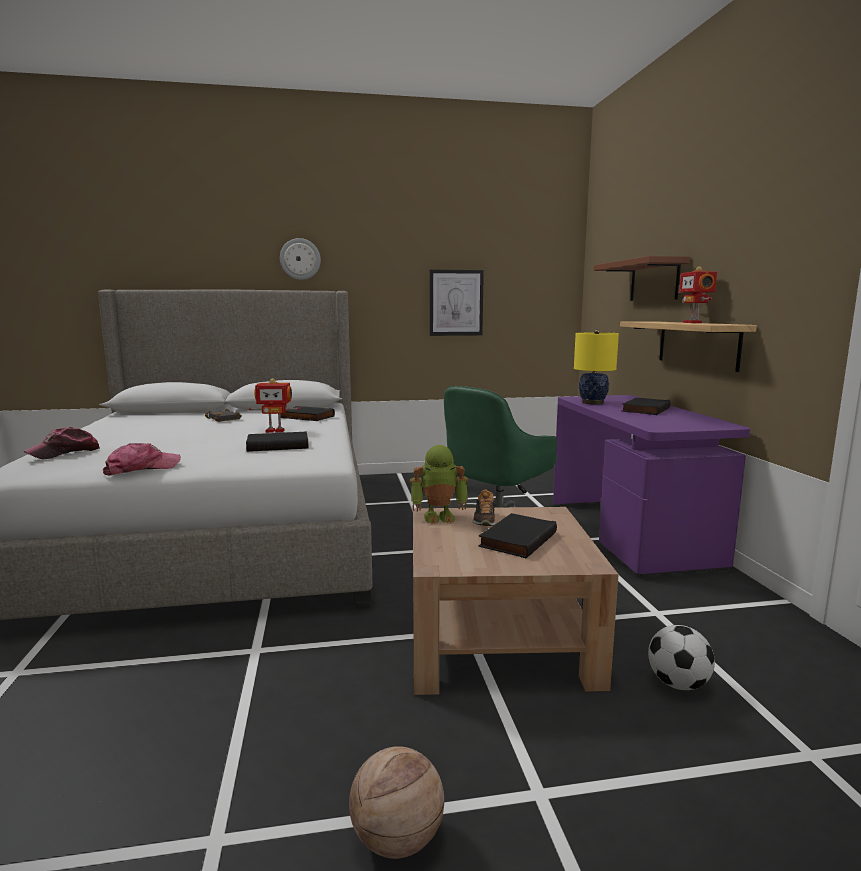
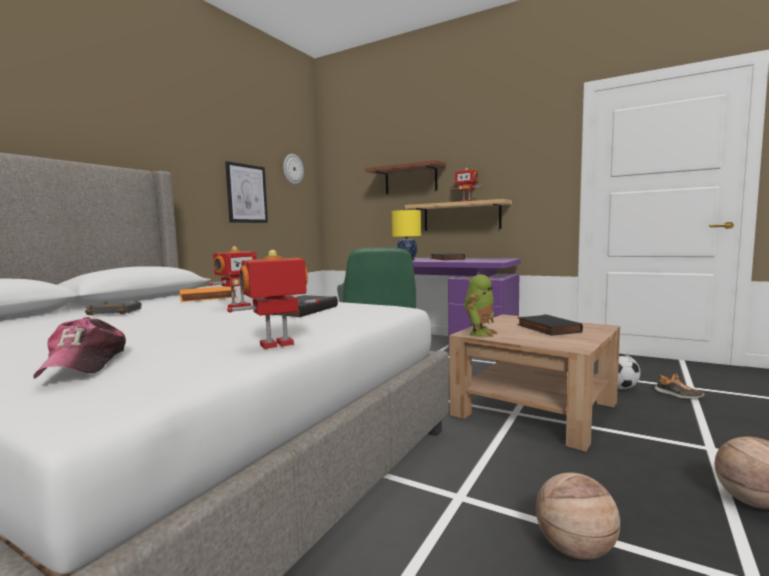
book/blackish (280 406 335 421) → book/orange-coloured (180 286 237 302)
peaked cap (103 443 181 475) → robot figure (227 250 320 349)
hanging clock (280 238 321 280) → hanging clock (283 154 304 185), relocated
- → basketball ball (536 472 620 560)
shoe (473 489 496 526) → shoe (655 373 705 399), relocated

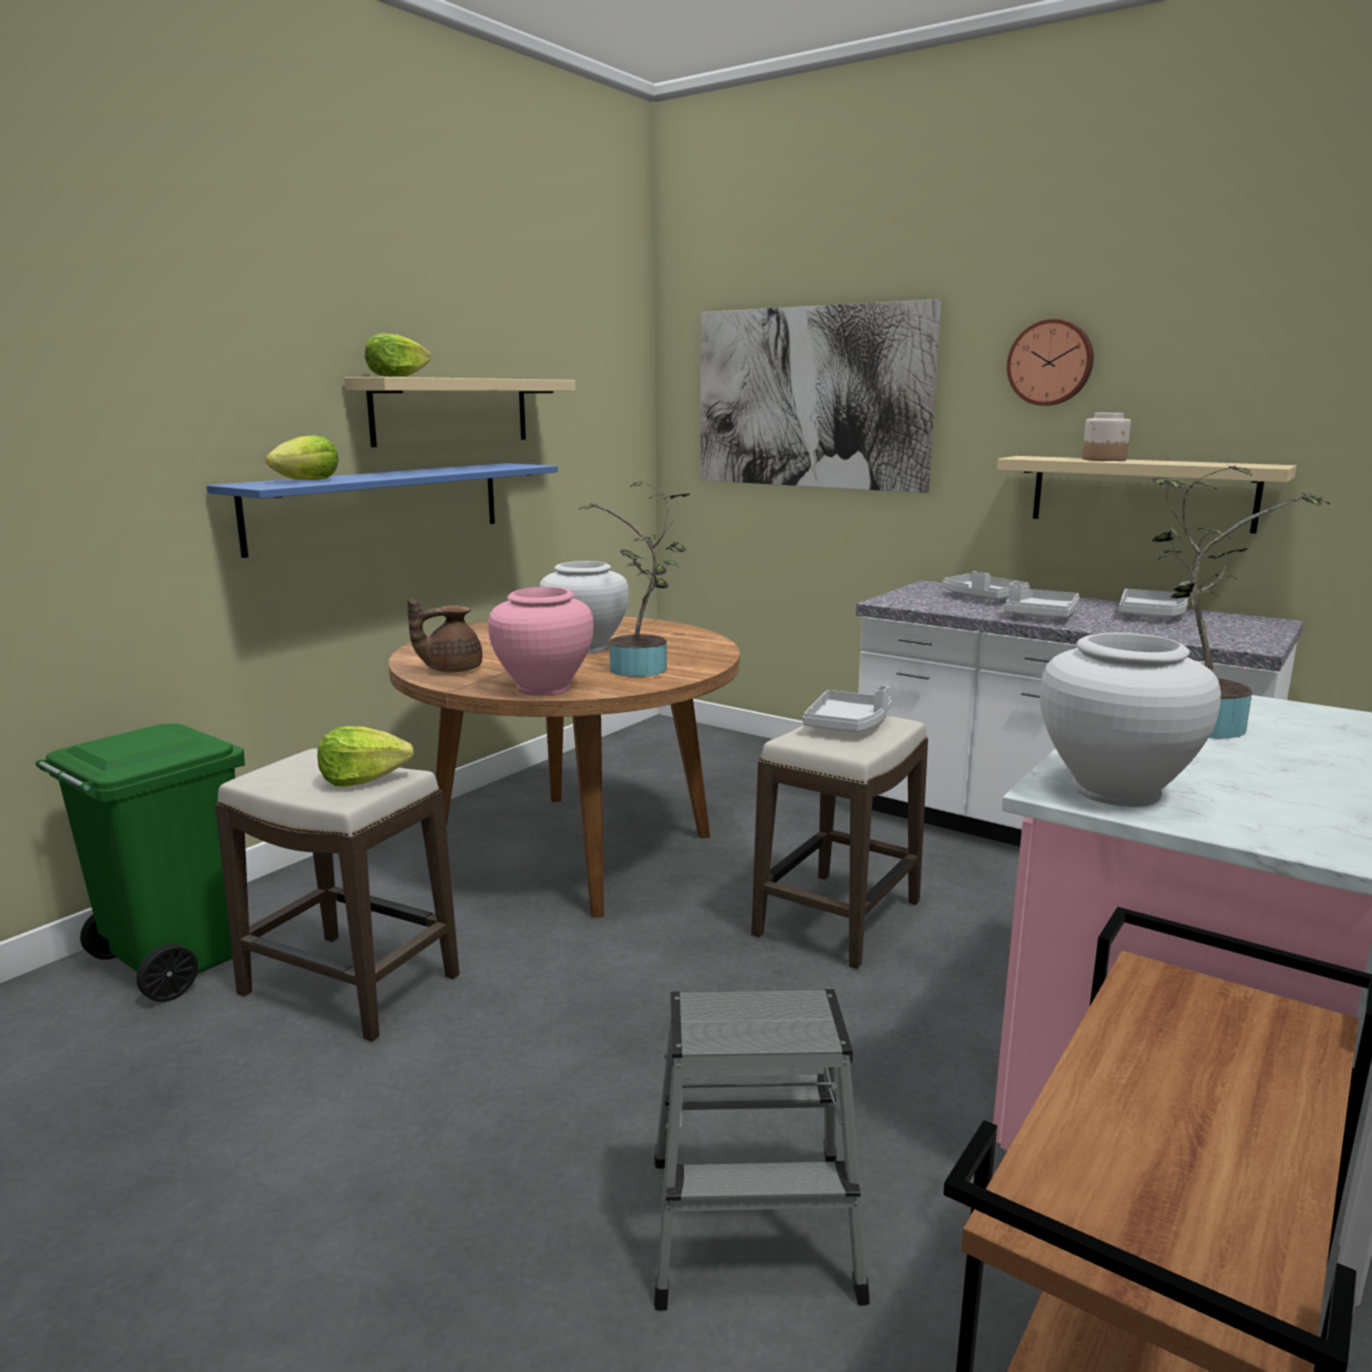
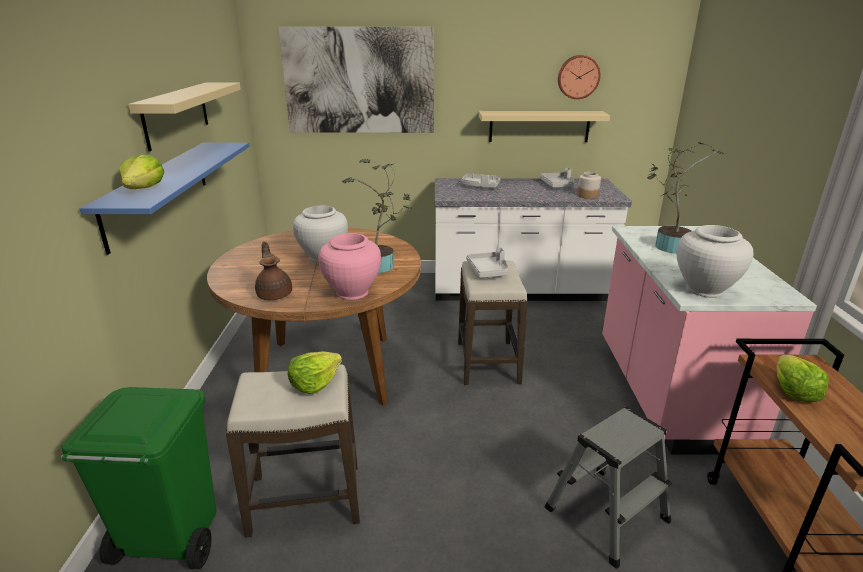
pot for tea/brownish (407 599 483 672) → pot for tea/brownish (255 242 292 300), 135 degrees clockwise
hanging clock (1007 319 1094 406) → hanging clock (558 55 600 99), relocated
preserve jar (1082 413 1131 461) → preserve jar (577 172 601 199), relocated
head of lettuce (365 333 431 377) → head of lettuce (776 355 829 402), relocated
tray/greyish (1004 582 1080 618) → -

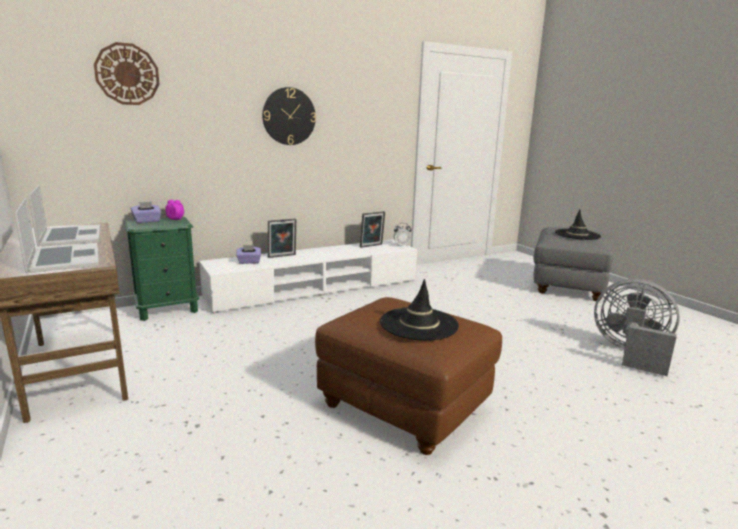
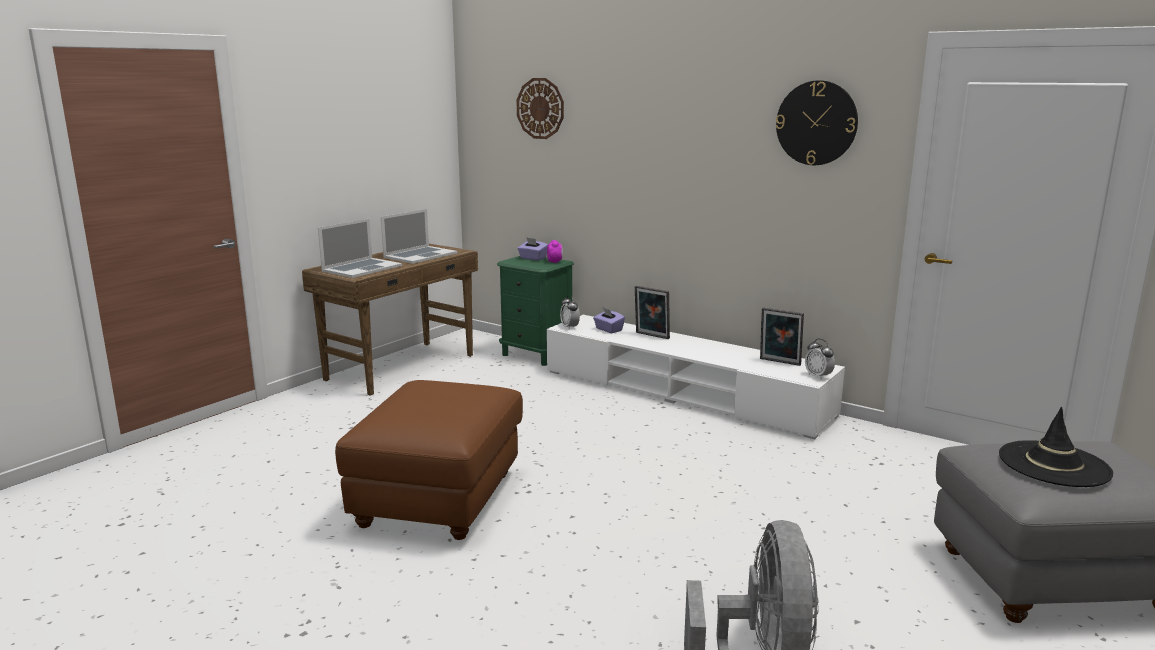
- → table clock (560 295 580 330)
hanging clock (262 87 316 145) → hanging clock (776 80 858 165), relocated
clothing hat/blackish (380 279 459 341) → -

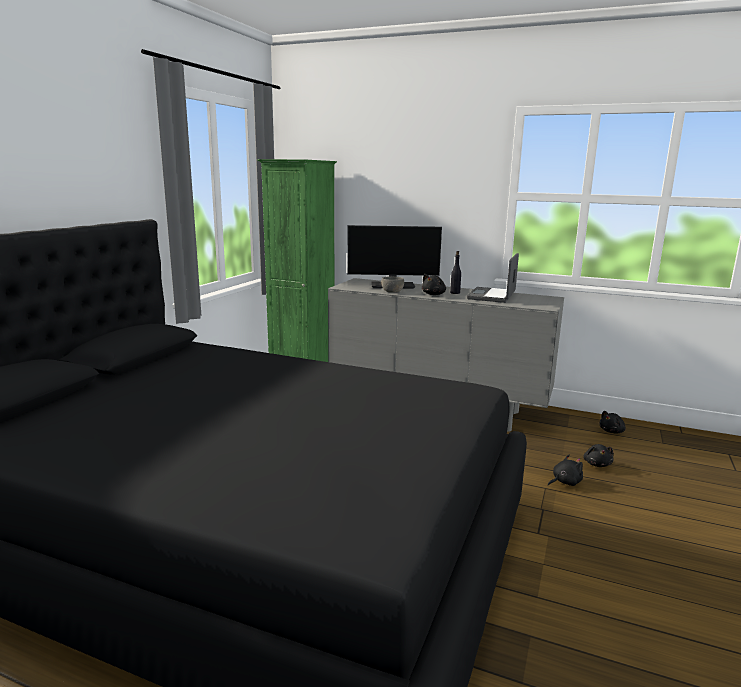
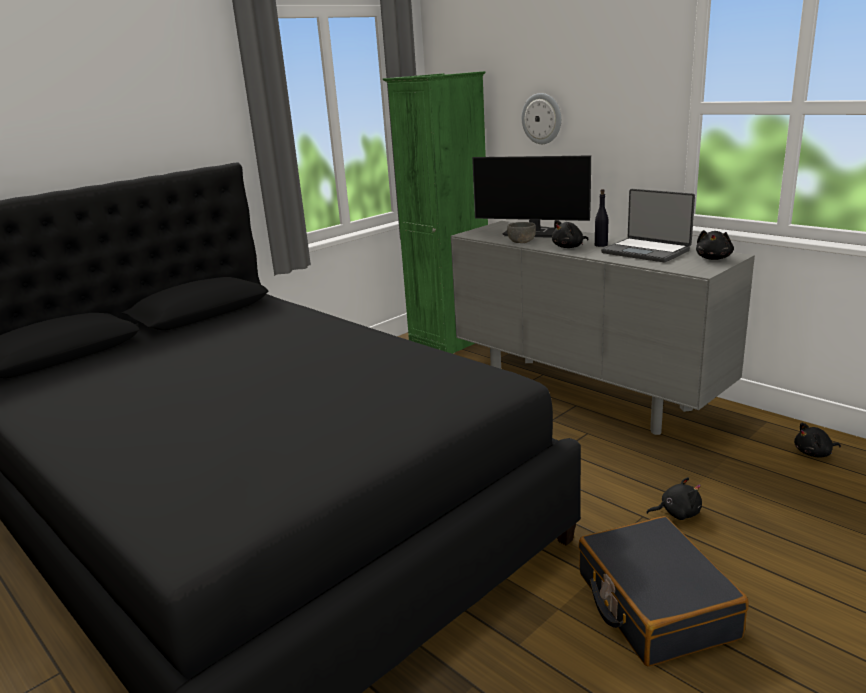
- → hanging clock (522 93 561 144)
- → suitcase/blackish (578 516 749 667)
laptop (467 253 519 303) → laptop (601 189 695 262), 90 degrees counterclockwise
cuddly toy/blackish (583 444 614 467) → cuddly toy/blackish (696 230 734 260), relocated

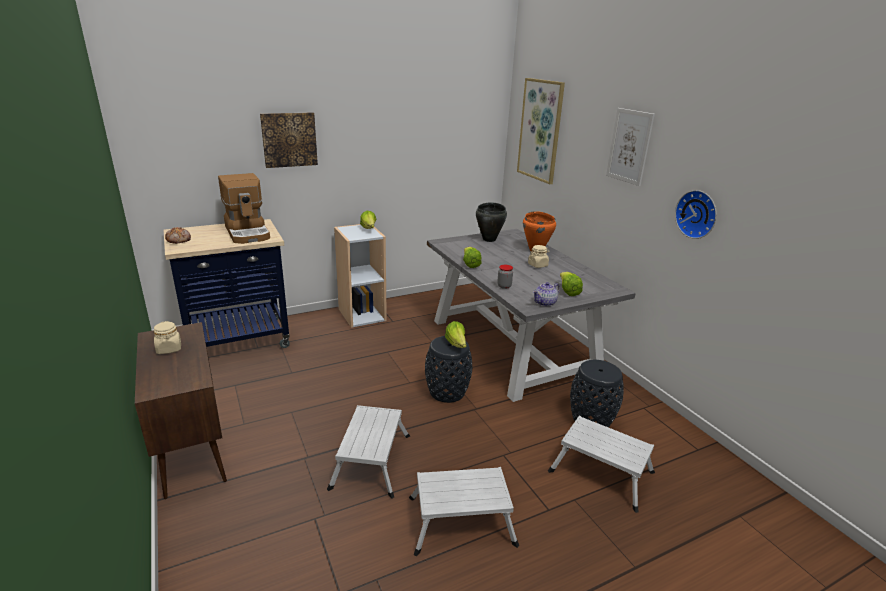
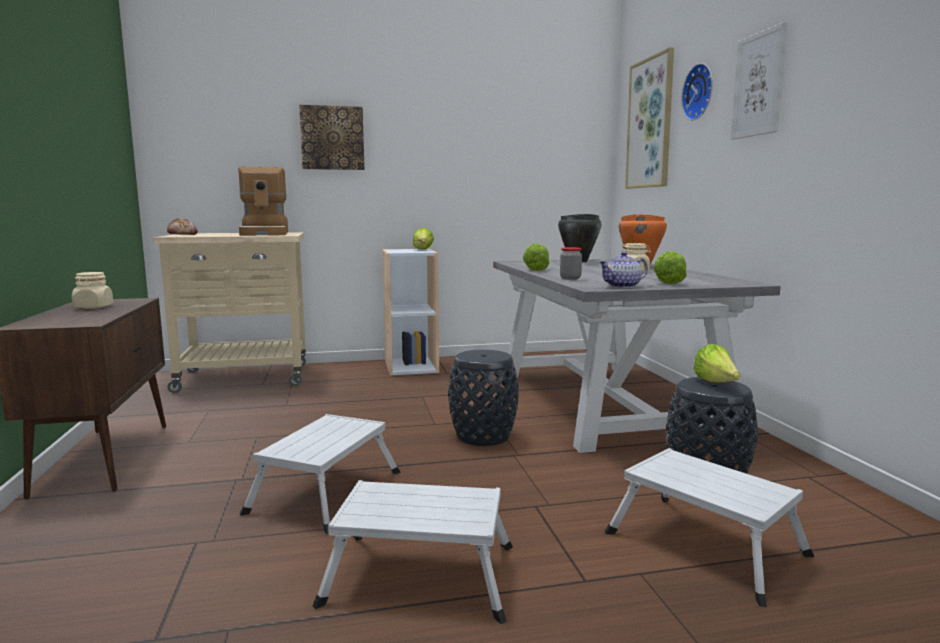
trolley/blue-coloured (163 219 290 348) → trolley/beige (153 232 306 393)
hanging clock (675 190 717 239) → hanging clock (681 63 713 120), relocated
head of lettuce (445 321 466 348) → head of lettuce (693 344 740 382), relocated

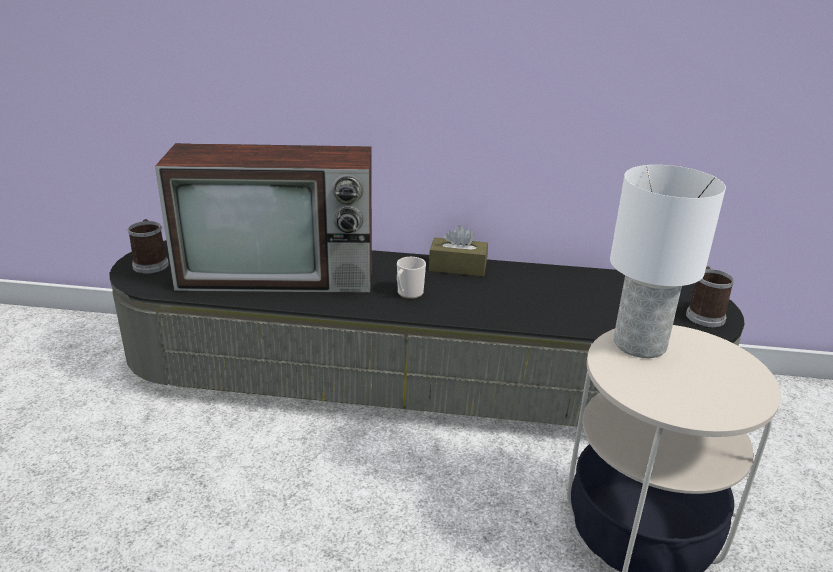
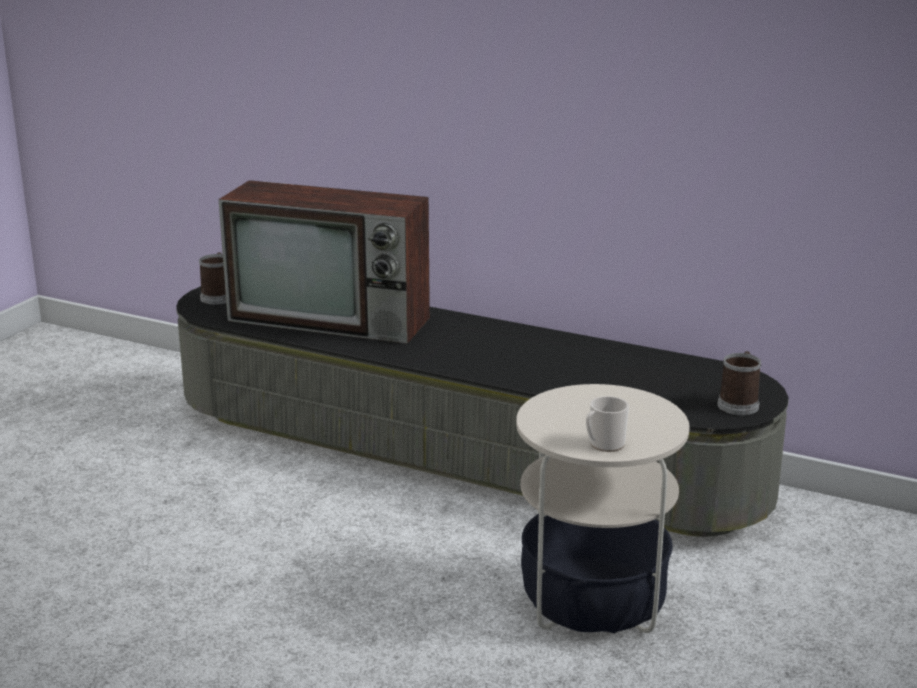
mug (397 257 426 299) → mug (586 396 629 452), relocated
tissue box/brownish (429 225 488 276) → -
tabletop lamp/white-coloured (610 165 726 358) → -

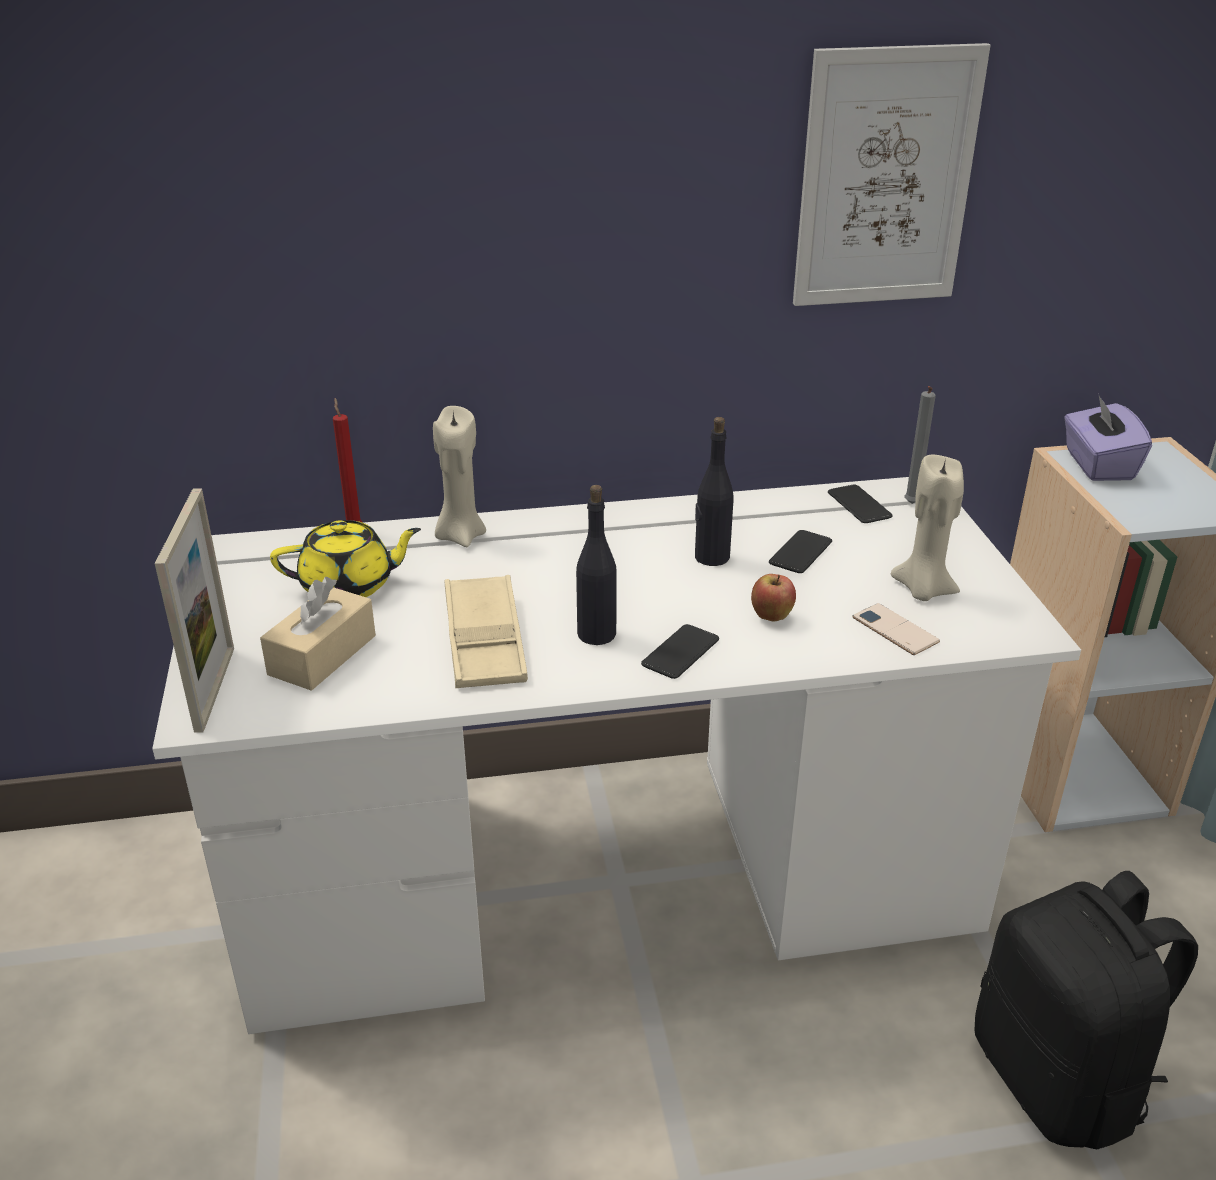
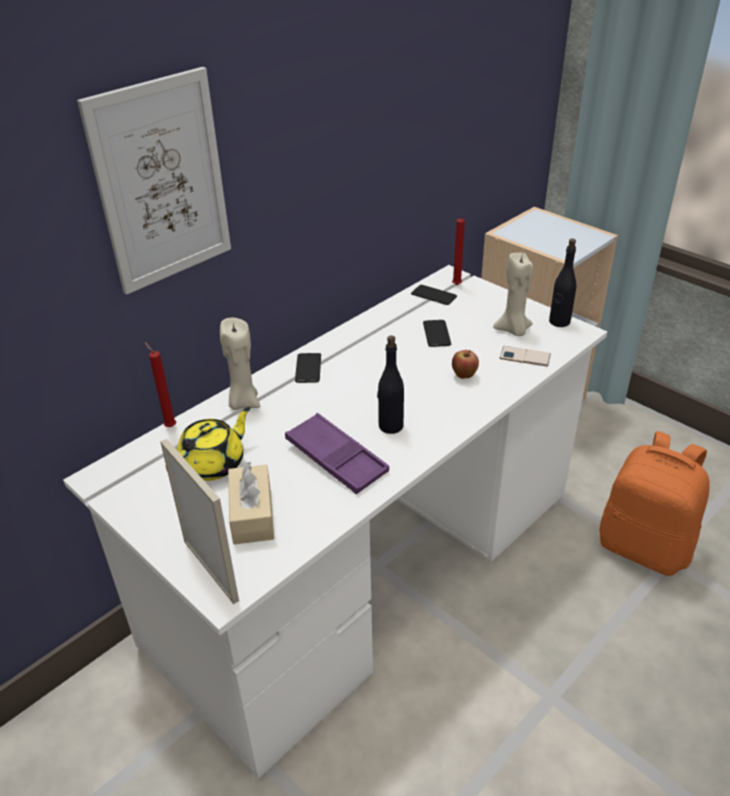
wall art (793 43 990 306) → wall art (77 67 231 295), relocated
tray/beige (445 575 528 688) → tray/purple (285 413 389 494)
telephone (641 624 719 679) → telephone (295 353 321 383), relocated
wax light/greyish (905 386 936 504) → wax light/red (452 216 465 285)
beverage bottle/blackish (695 417 734 566) → beverage bottle/blackish (549 239 576 327), relocated
backpack/blackish (975 871 1198 1149) → backpack/orange-coloured (600 431 709 576)
tissue box/purple (1064 394 1152 481) → -

